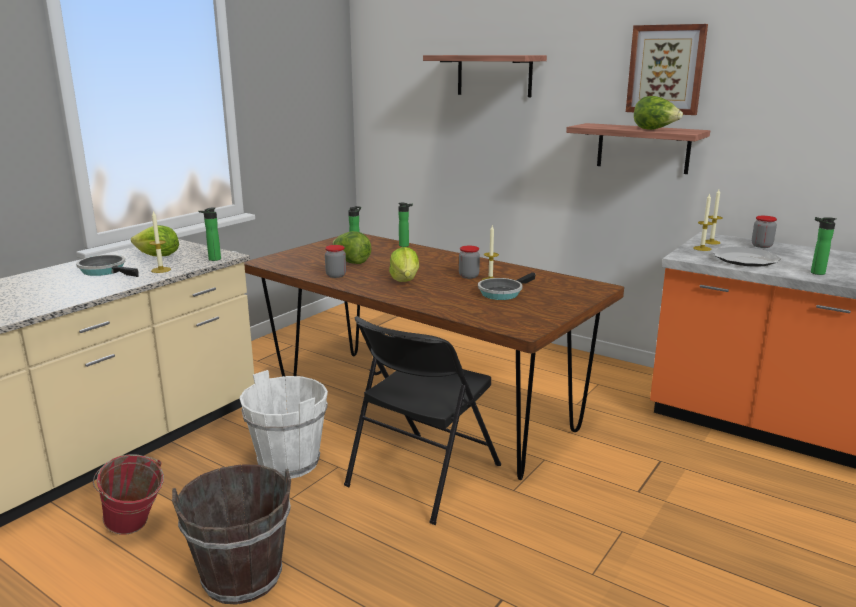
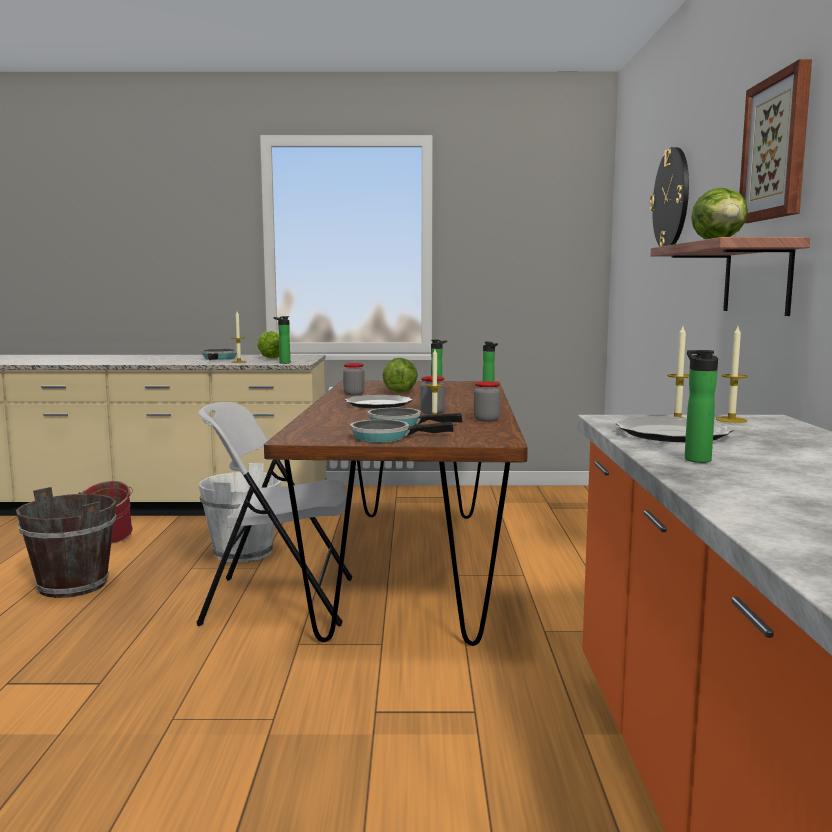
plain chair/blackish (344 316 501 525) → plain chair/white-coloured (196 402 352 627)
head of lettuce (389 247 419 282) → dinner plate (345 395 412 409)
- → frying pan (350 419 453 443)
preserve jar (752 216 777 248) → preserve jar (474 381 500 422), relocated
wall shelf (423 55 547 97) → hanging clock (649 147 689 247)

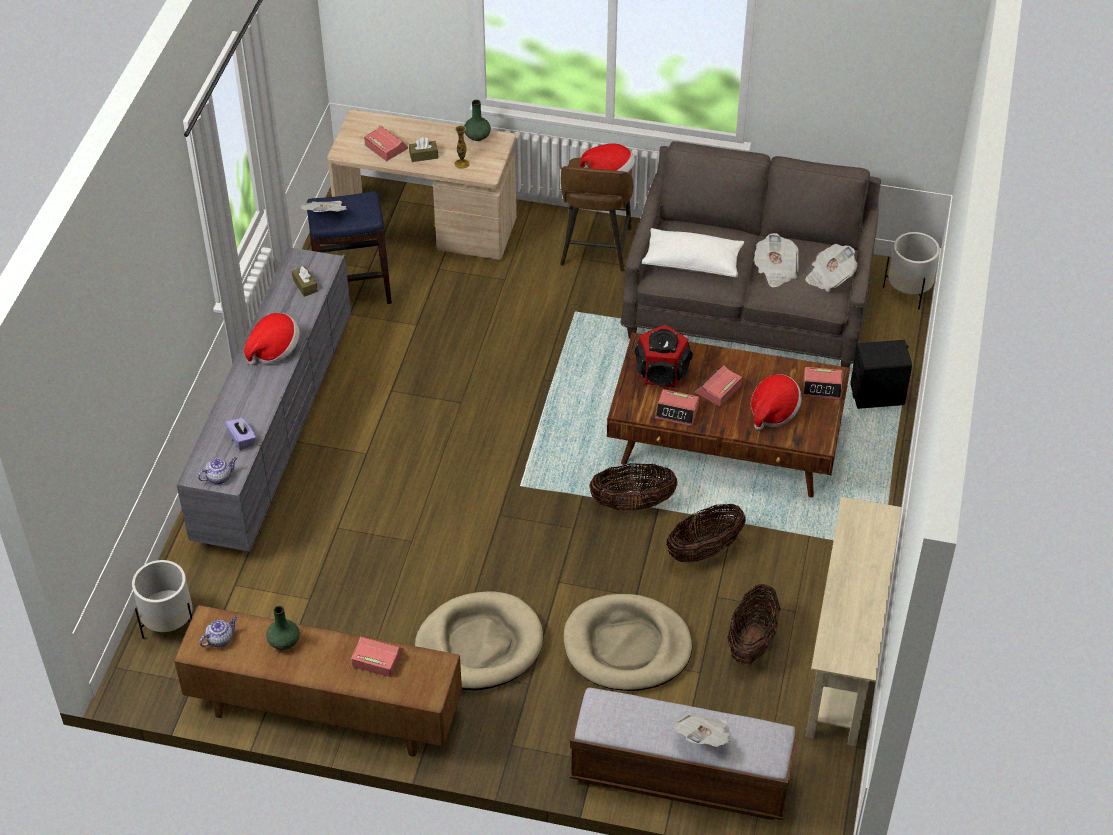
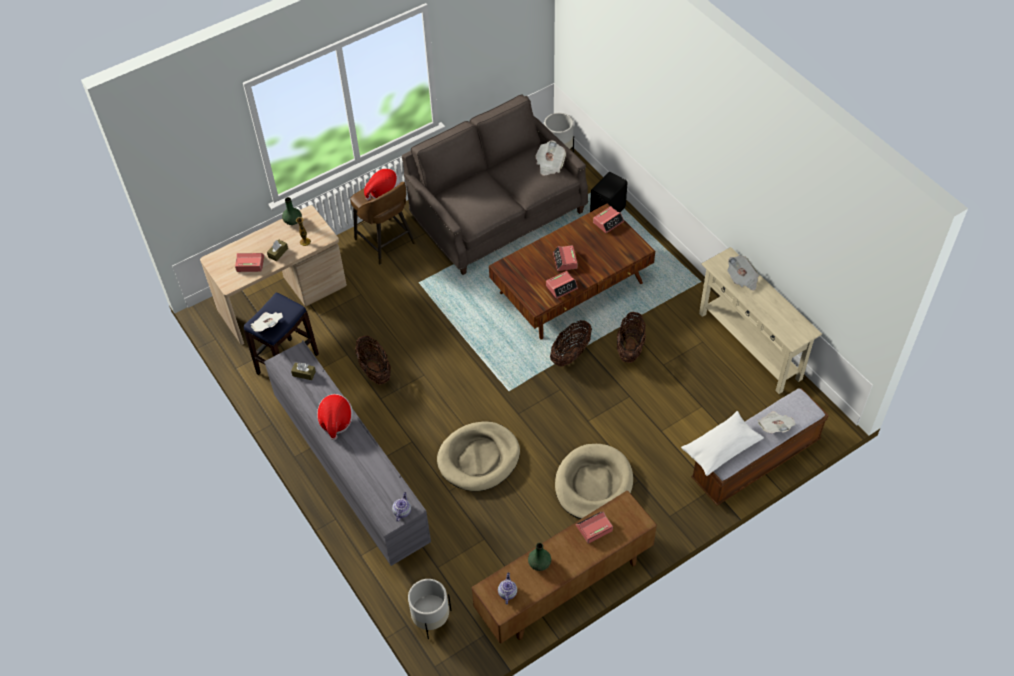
household basket (727 584 781 665) → household basket (355 336 391 385), relocated
dog cushion/beige (563 594 692 691) → dog cushion/beige (437 421 520 491), relocated
pillow/white-coloured (642 228 744 278) → pillow/white-coloured (681 411 764 476), relocated
daily paper (754 233 799 288) → daily paper (728 255 759 291), relocated
tissue box/purple (225 418 256 450) → -
loudspeaker (635 325 692 387) → -
clothing hat (751 374 802 430) → -

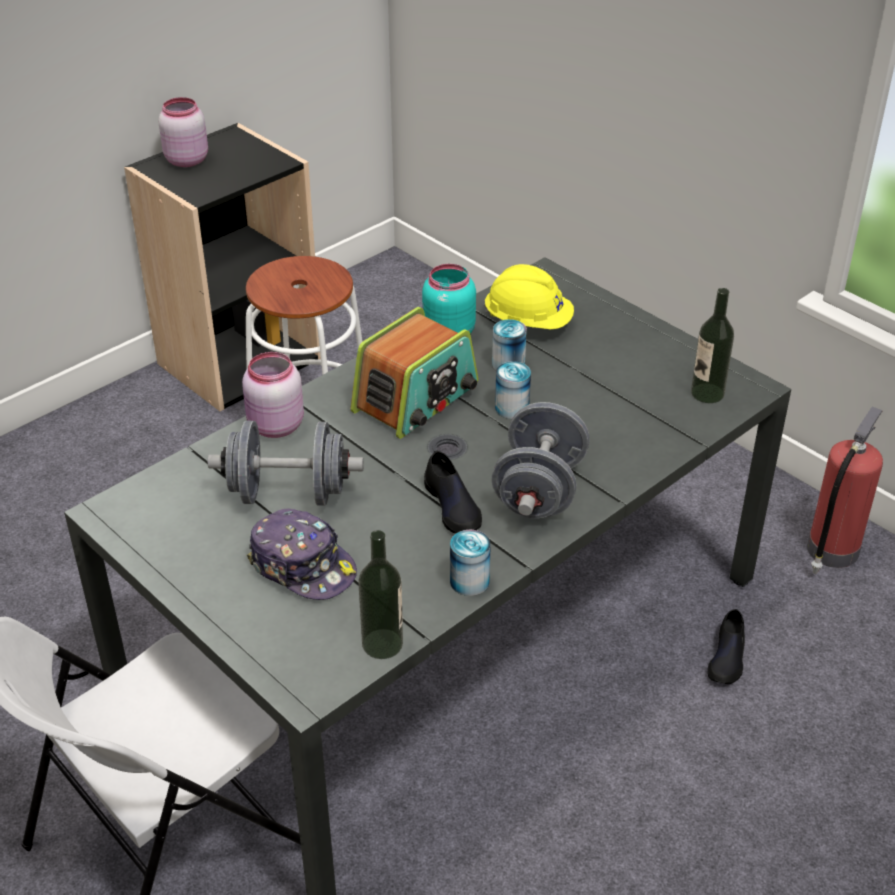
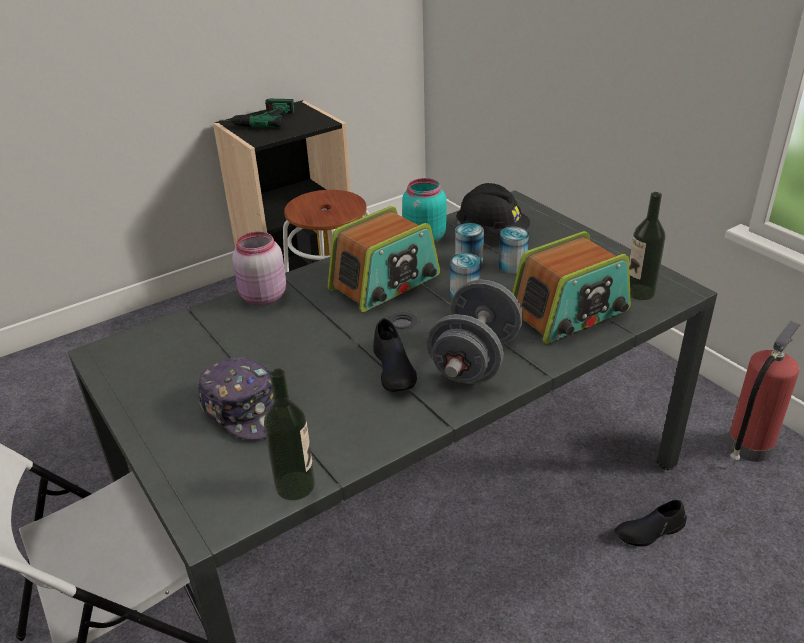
preserve jar/pink-coloured (158 97 208 167) → electric drill (219 99 295 127)
safety helmet/yellow-coloured (484 264 574 329) → safety helmet/blackish (456 183 530 235)
metal can (450 530 491 596) → metal can (499 227 529 274), relocated
- → radio receiver (512 231 631 344)
shoe/blackish (707 609 745 684) → shoe/blackish (614 500 687 547), 45 degrees clockwise
hand weight/greyish (208 421 364 506) → -

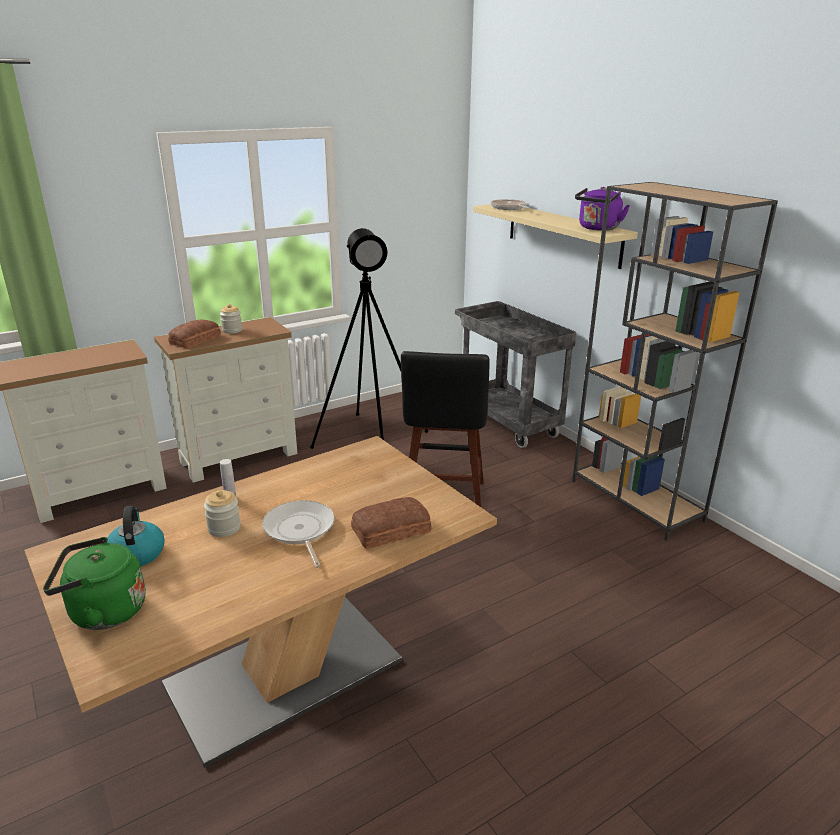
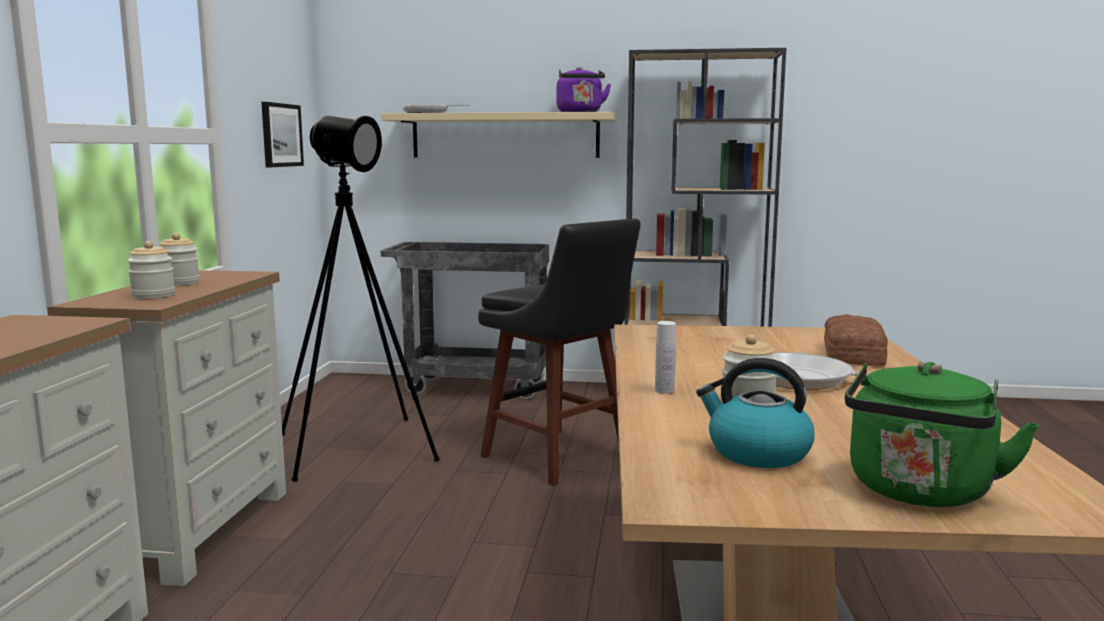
bakery bread (168 319 221 348) → preserve jar (127 241 175 299)
- → wall art (261 102 304 167)

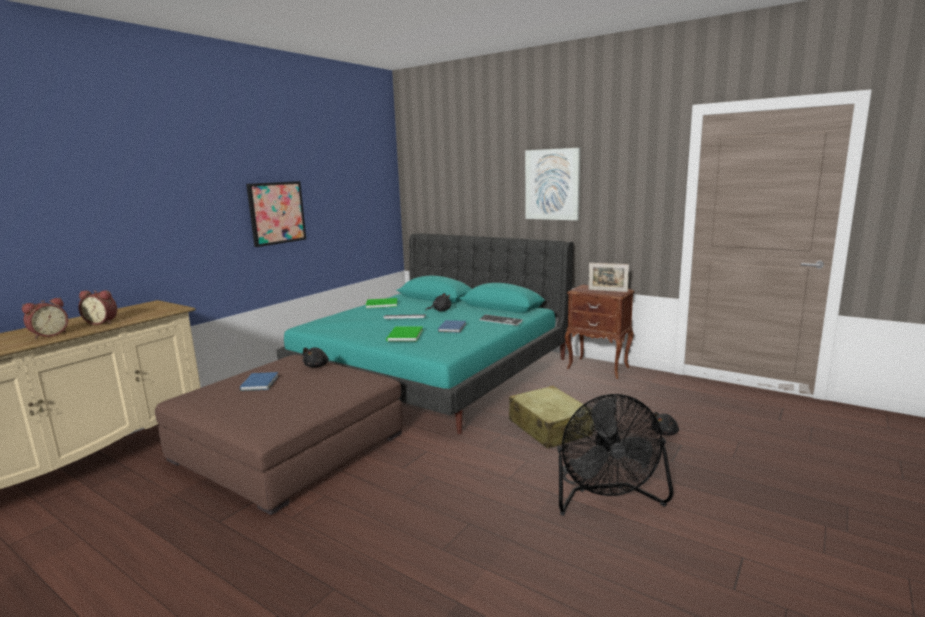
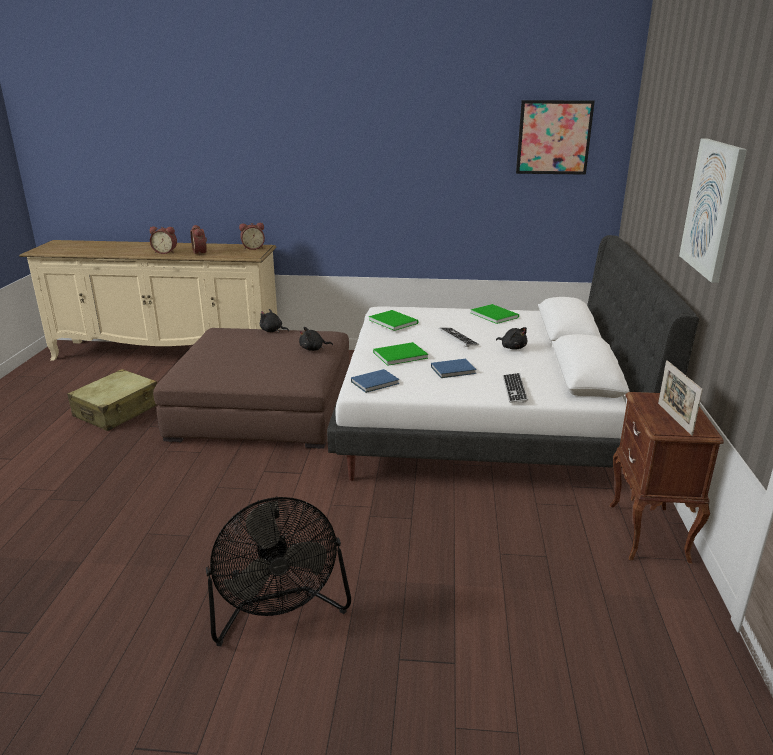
suitcase/beige (509 386 594 449) → suitcase/beige (67 369 157 431), relocated
cooling fan/blackish (557 394 673 516) → cooling fan/blackish (206 497 351 646), 75 degrees counterclockwise
- → table clock (239 223 265 250)
cuddly toy/blackish (651 412 679 435) → cuddly toy/blackish (260 309 289 333), relocated
bedroom bed/turquoise (276 233 573 434) → bedroom bed/white-coloured (327 235 699 481)
book/blue-coloured (240 372 278 391) → book/blue-coloured (351 369 400 393), relocated
- → book/green-coloured (369 310 418 331)
wall art (246 181 306 247) → wall art (516 100 595 175), relocated

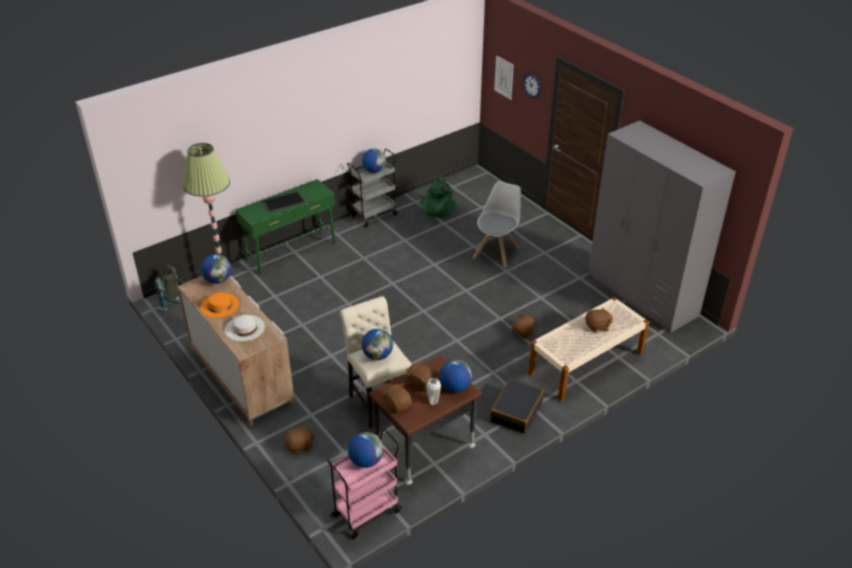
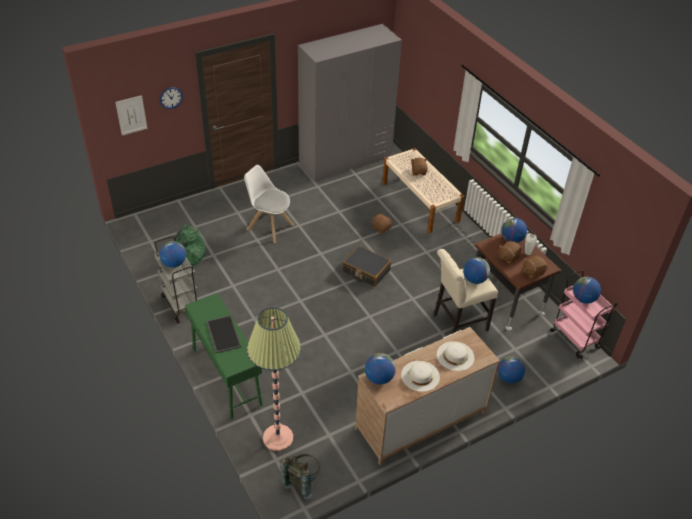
suitcase/blackish (490 379 544 434) → suitcase/blackish (343 246 391 287), relocated
clothing hat/orange-coloured (200 292 239 318) → clothing hat/white-coloured (401 361 440 392)
cuddly toy/brownish (285 425 315 455) → desk globe (498 356 525 383)

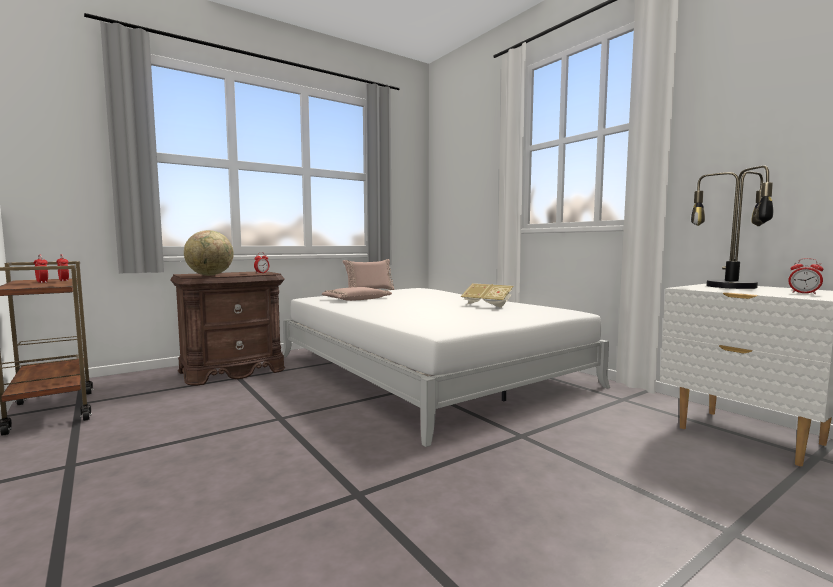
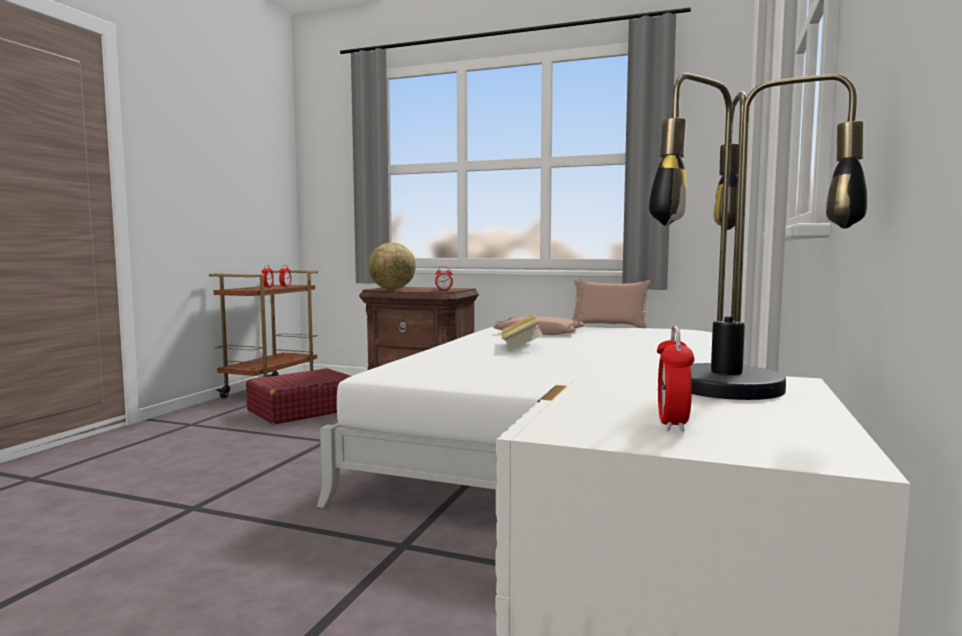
- → suitcase/red (246 368 351 425)
book (460 283 514 308) → book (502 314 543 351), relocated

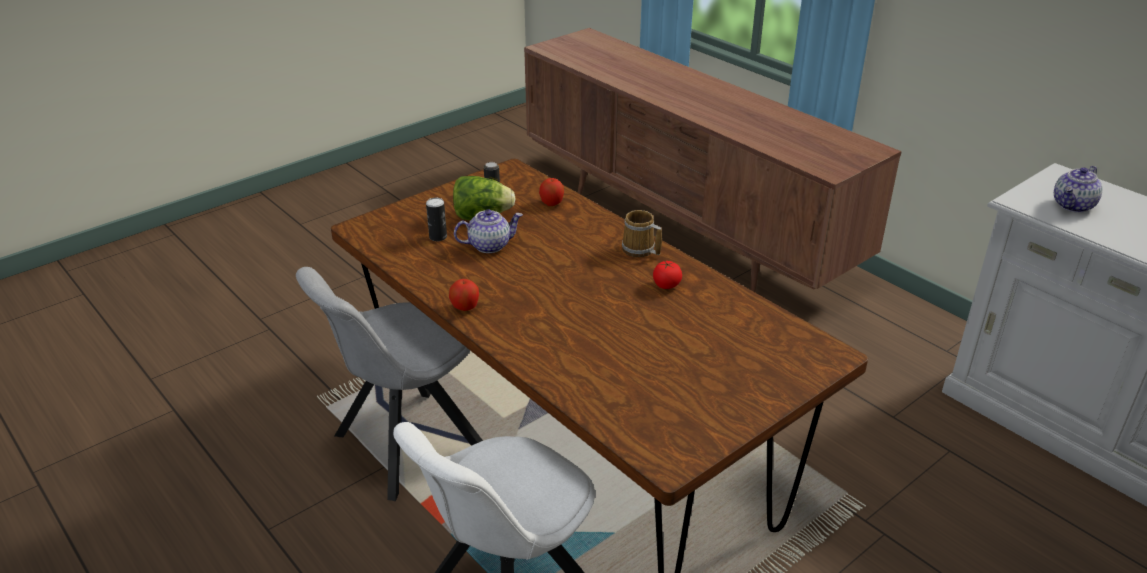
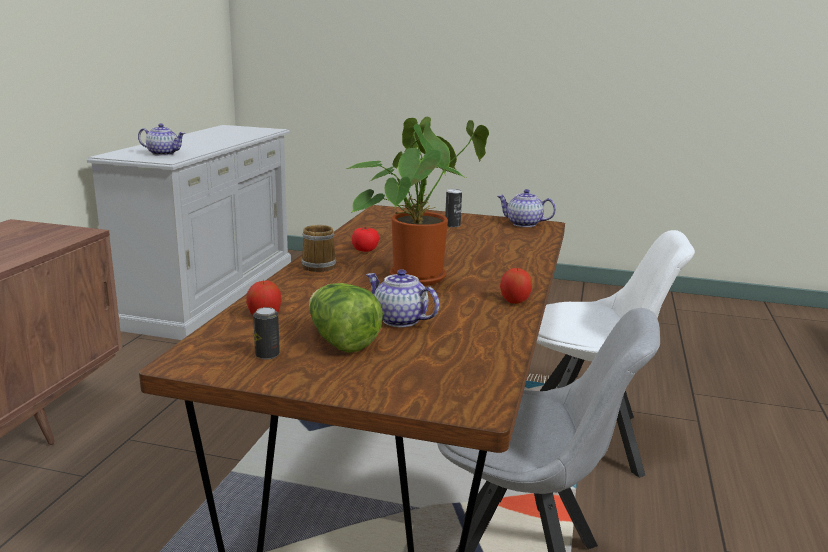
- → plant in a pot (345 117 489 286)
metal can (426 198 447 241) → metal can (445 189 462 227), relocated
- → pot for tea (497 189 556 227)

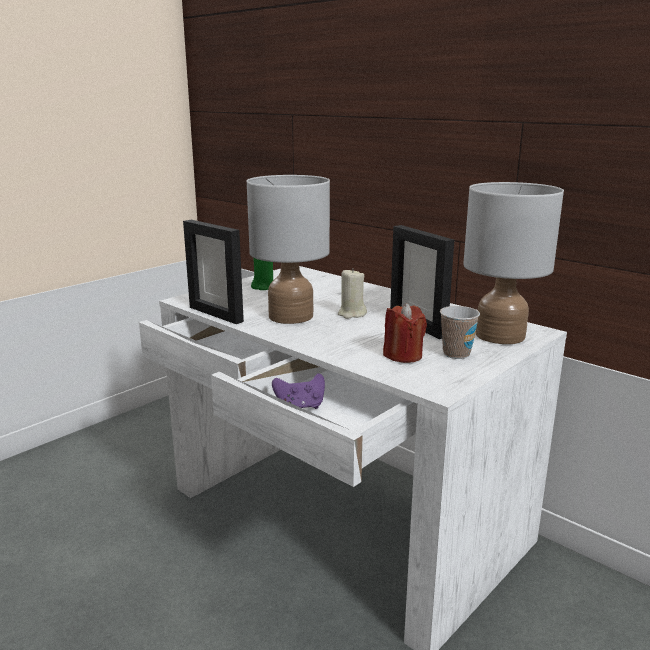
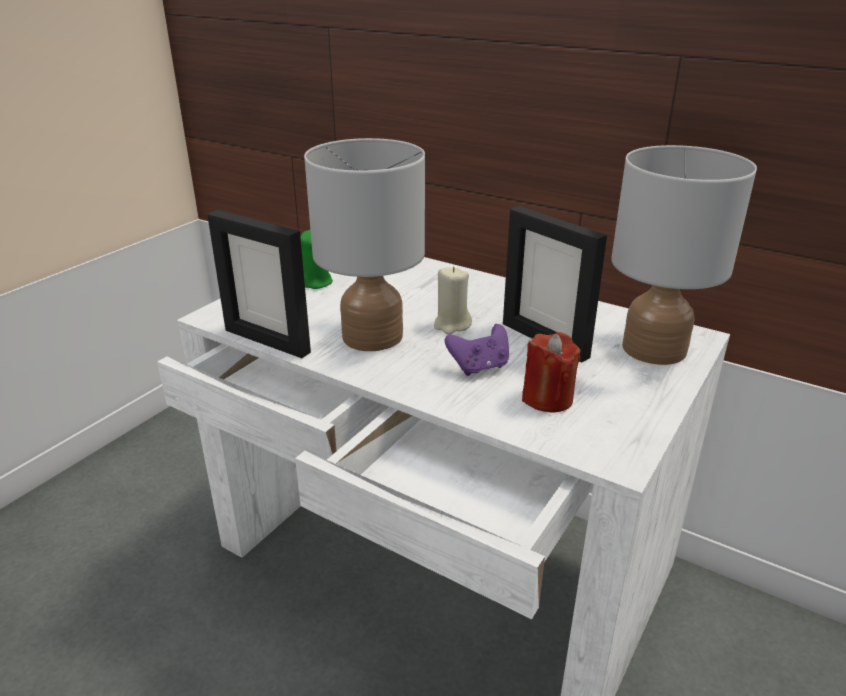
game controller/purple (272 373 325 409) → game controller/purple (445 324 509 376), relocated
drinking cup (440 306 480 359) → -

